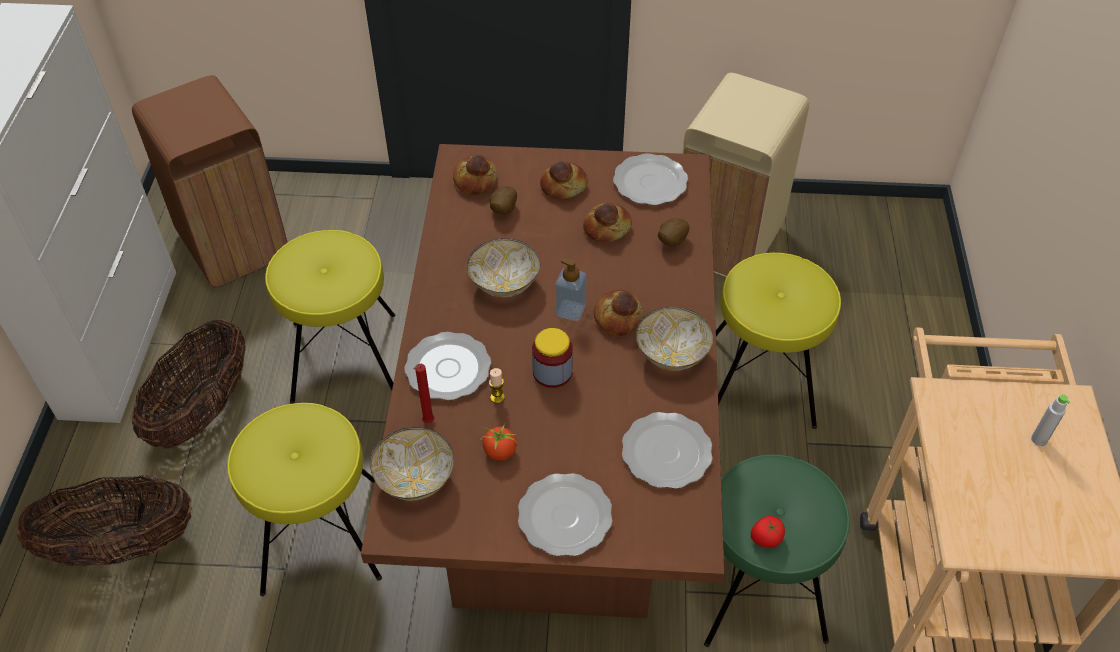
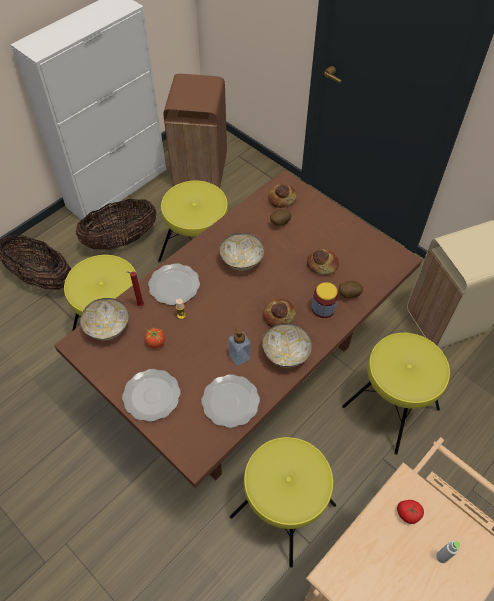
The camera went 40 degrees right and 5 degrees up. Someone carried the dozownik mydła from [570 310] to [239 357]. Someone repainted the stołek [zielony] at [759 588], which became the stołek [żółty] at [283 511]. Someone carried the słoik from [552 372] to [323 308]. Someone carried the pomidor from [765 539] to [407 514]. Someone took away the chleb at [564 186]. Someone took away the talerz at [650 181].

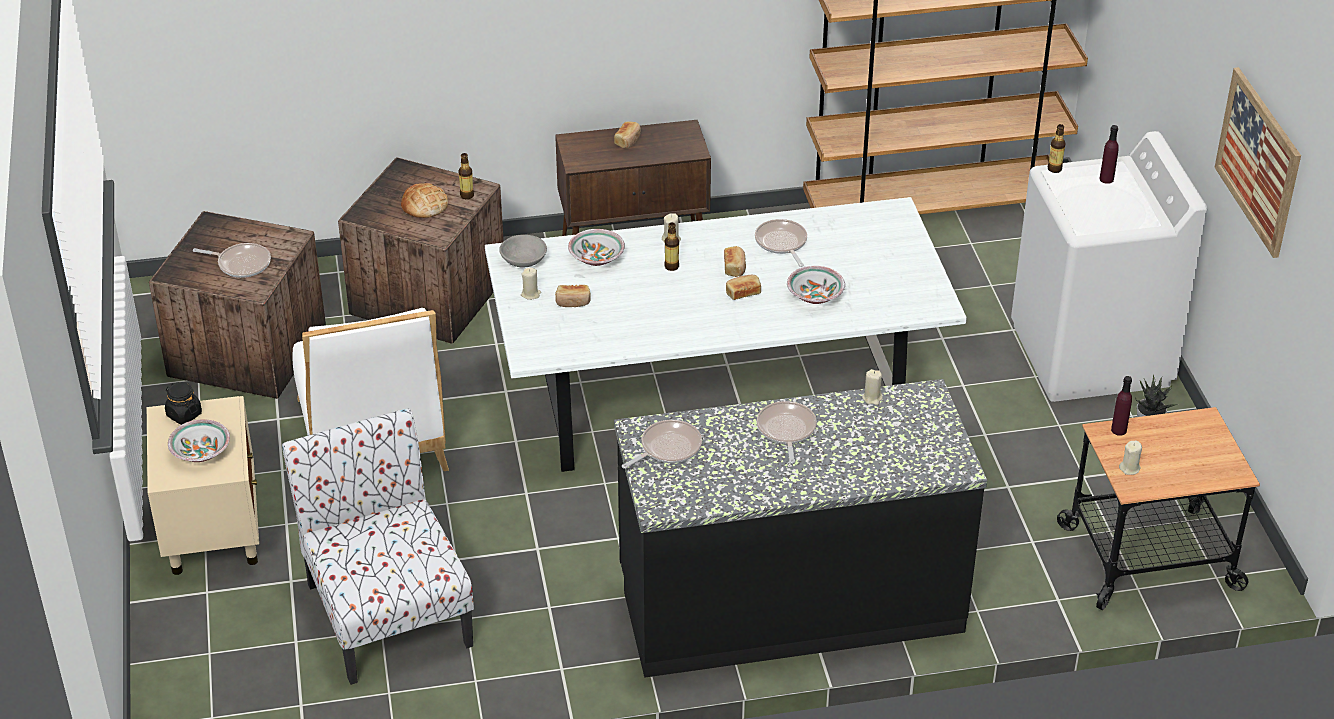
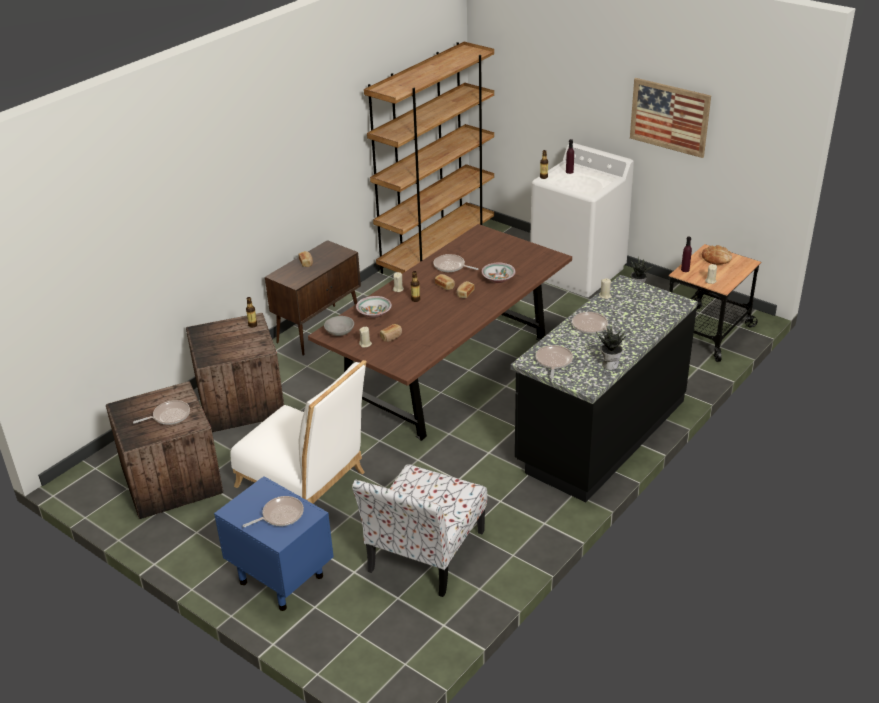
The camera went 40 degrees left and 5 degrees down. Someone repainted the szafka nocna [beżowy] at [213 537], which became the szafka nocna [niebieski] at [280 578]. Someone swapped the miska at [200 452] for the patelnia at [280 515]. Someone repainted the stół jadalny [biały] at [718 397], which became the stół jadalny [brązowy] at [449 369]. Someone rotated the krzesło at [387 611] by 90 degrees counterclockwise. Someone put down the roślina doniczkowa at [610 364]. Someone carried the chleb from [424 205] to [716 258]. Someone took away the słoik [czarny] at [184 414].

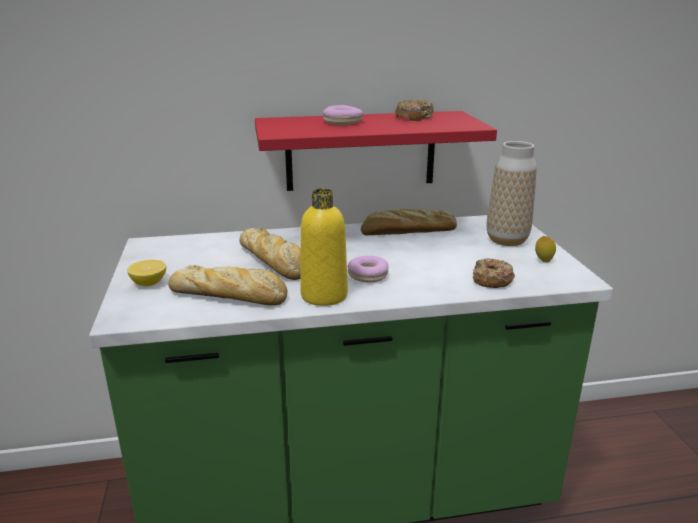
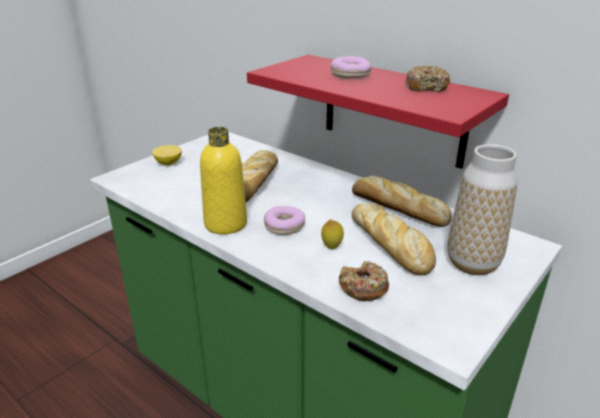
The camera went 50 degrees right and 5 degrees up. Someone carried the cytryna from [543 261] to [331 247]. Someone carried the chleb from [230 295] to [391 245].

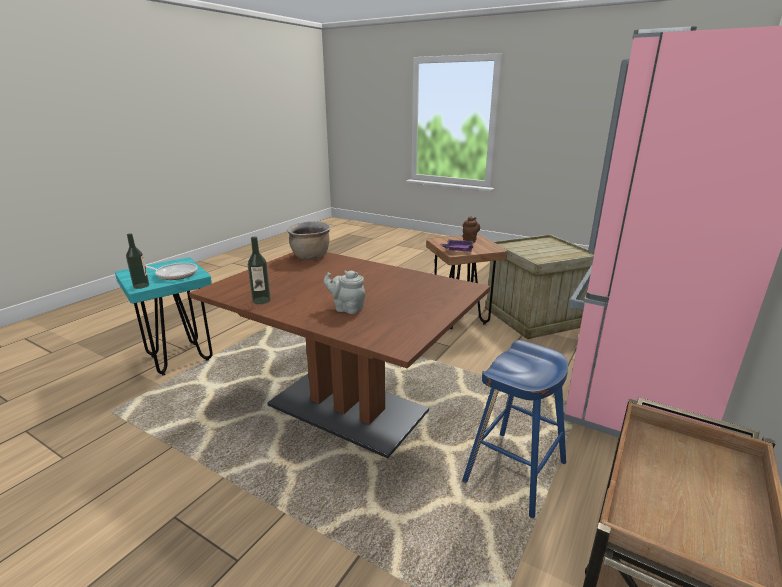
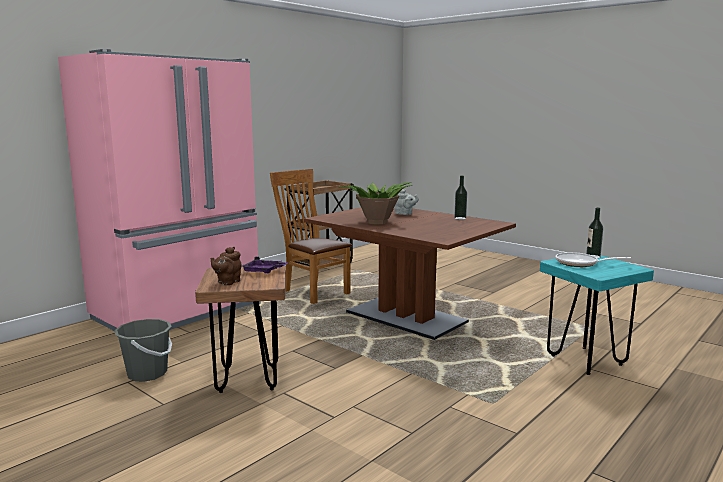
The camera went 170 degrees left and 10 degrees down. Someone swapped the skrzynka at [536 317] for the wiadro [szary] at [147 373]. Someone swapped the stołek [niebieski] at [515 471] for the krzesło [brązowy] at [313 292]. Someone put down the roślina doniczkowa at [376 222]. Someone took away the garnek [brązowy] at [311 257].

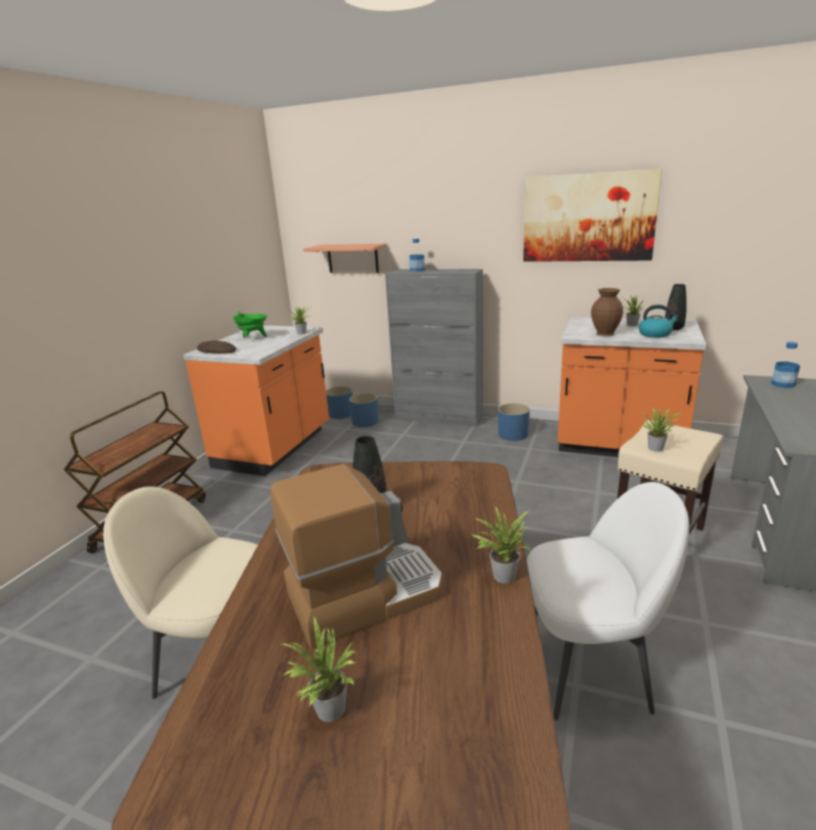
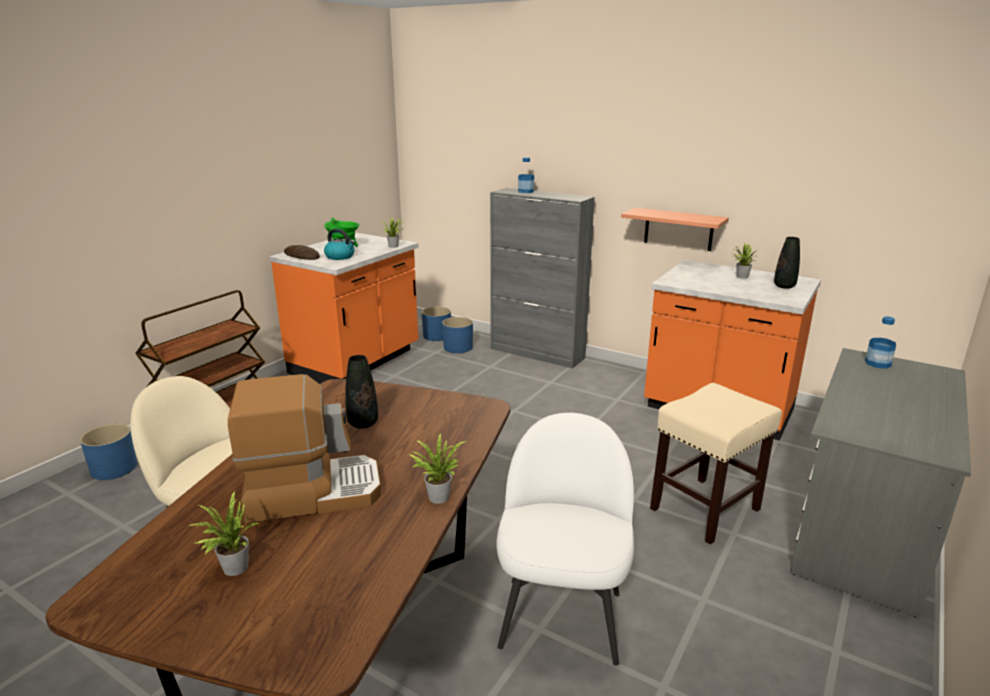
The camera went 10 degrees right and 0 degrees up. Someone carried the donica [niebieski] from [513 434] to [114 468]. Someone carried the czajnik from [655 334] to [340 257]. Someone rotated the krzesło [biały] at [589 667] by 90 degrees counterclockwise. Someone carried the półka from [352 258] to [678 229]. Someone took away the obraz at [588 218]. Someone took away the wazon [brązowy] at [605 333]. Someone took away the roślina doniczkowa at [657 448].

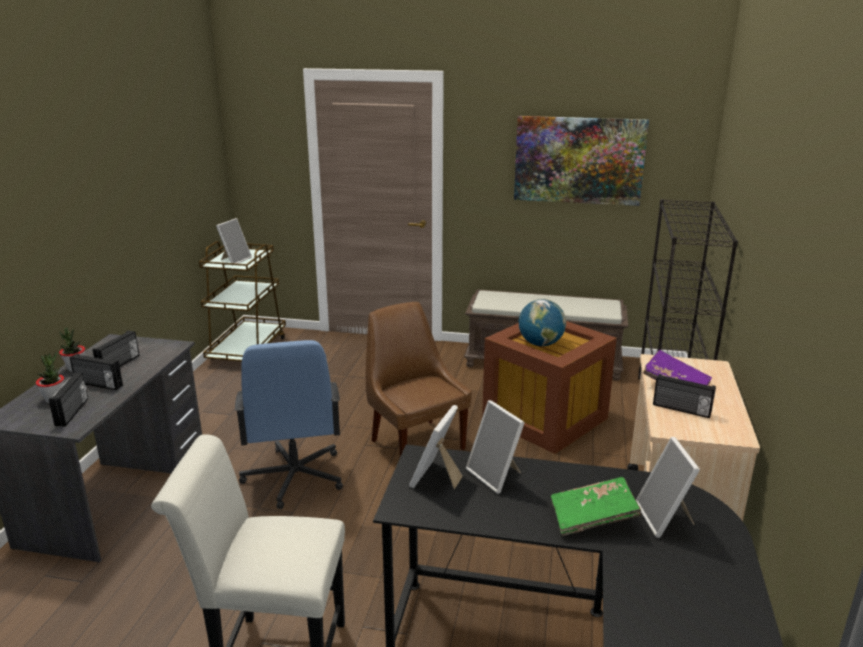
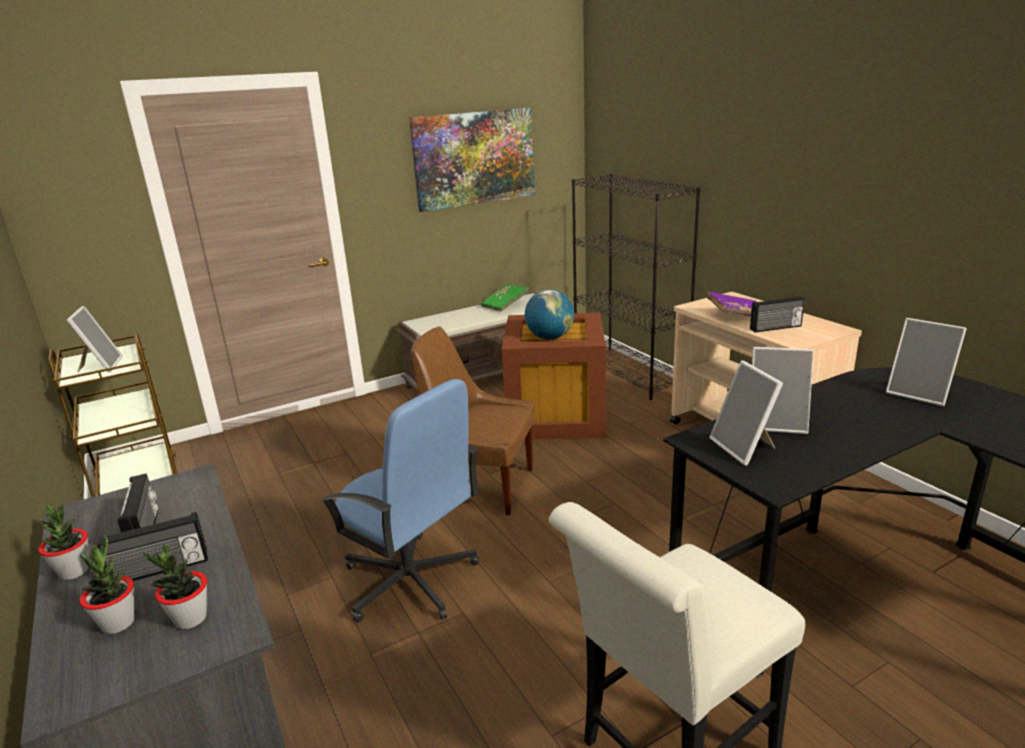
The camera went 40 degrees left and 0 degrees up. Someone swapped the radio at [73 412] for the roślina doniczkowa at [190 619]. Someone carried the książka [zielony] from [592 517] to [505 305].

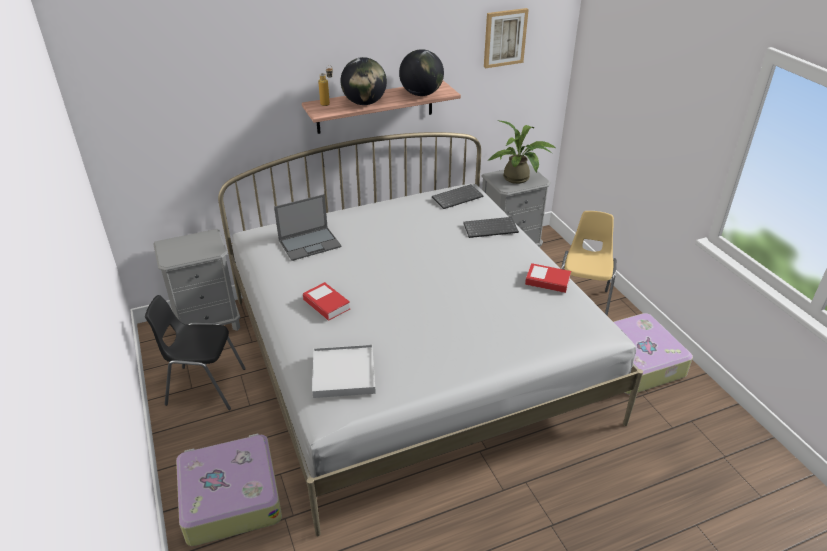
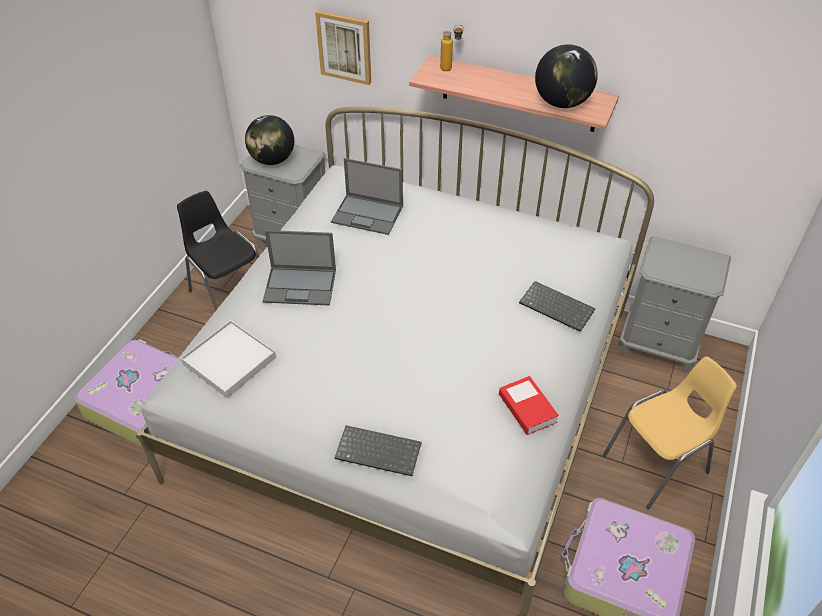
The camera went 45 degrees right and 10 degrees up. Someone carried the globus from [364 103] to [272 160]. Someone swapped the książka at [326 304] for the laptop at [301 286]. Someone carried the obraz from [504 37] to [345 47]. Someone carried the klawiatura from [457 197] to [379 451]. Someone took away the roślina doniczkowa at [519 179].

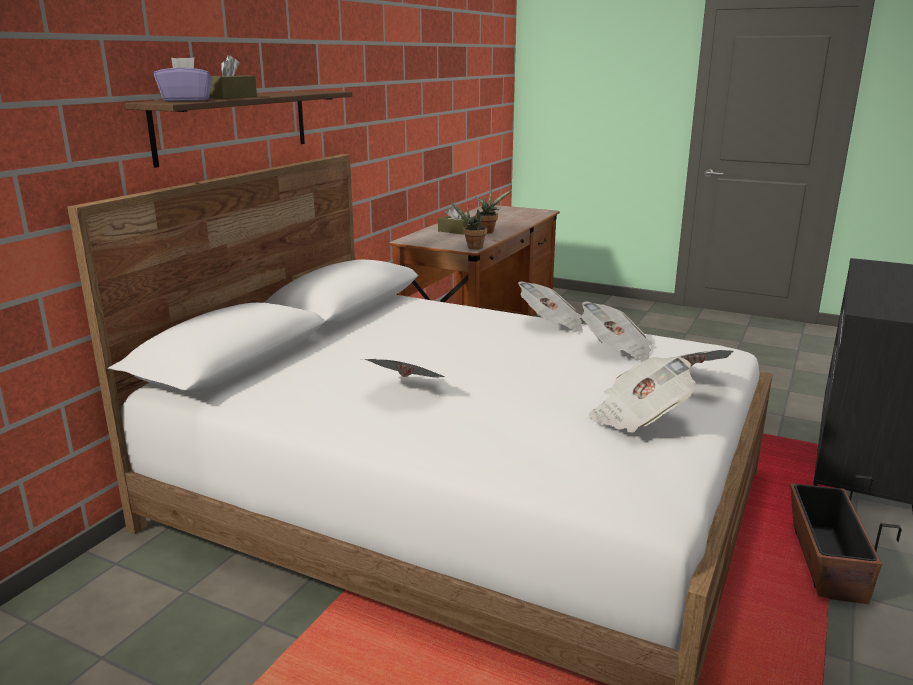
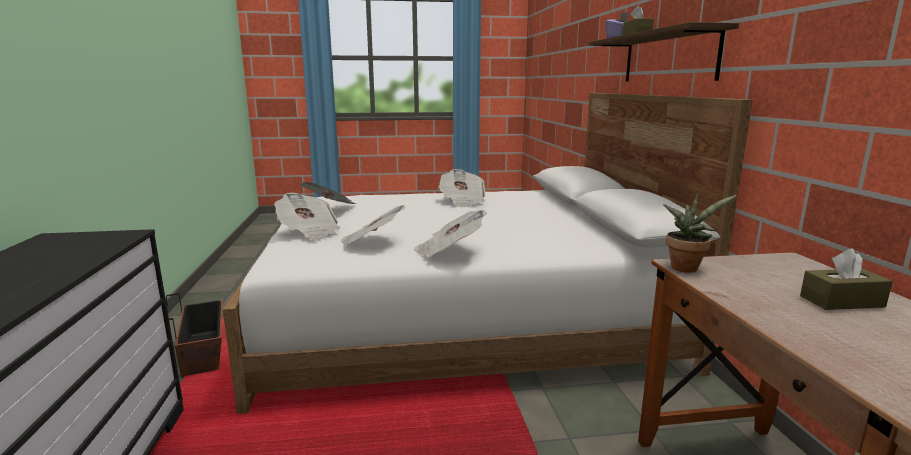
The camera went 145 degrees right and 5 degrees down. Someone took away the roślina doniczkowa at [488 231].

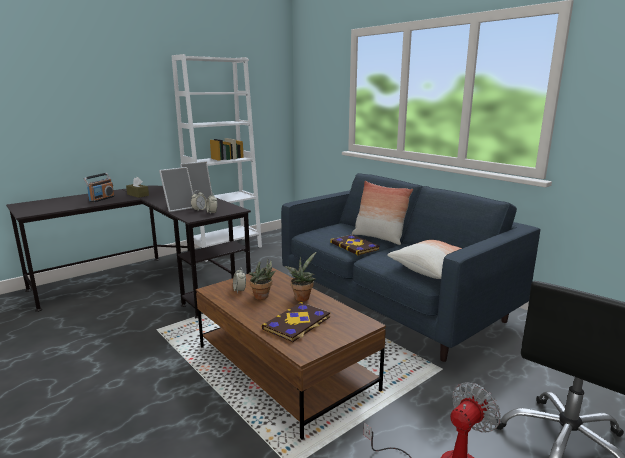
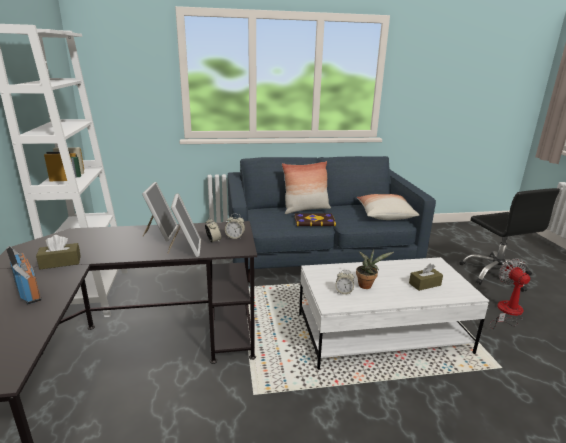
The camera went 60 degrees left and 5 degrees up. Someone repainted the ława [brązowy] at [284 367], which became the ława [biały] at [381 333]. Someone swapped the książka at [297 323] for the pudełko chusteczek [brązowy] at [424 284]. Someone took away the roślina doniczkowa at [302 297].

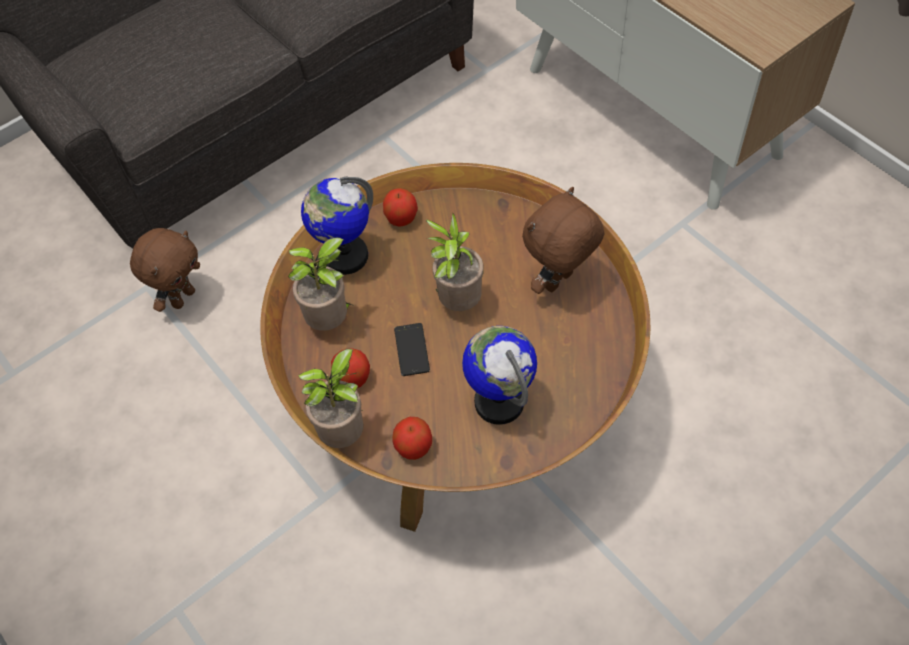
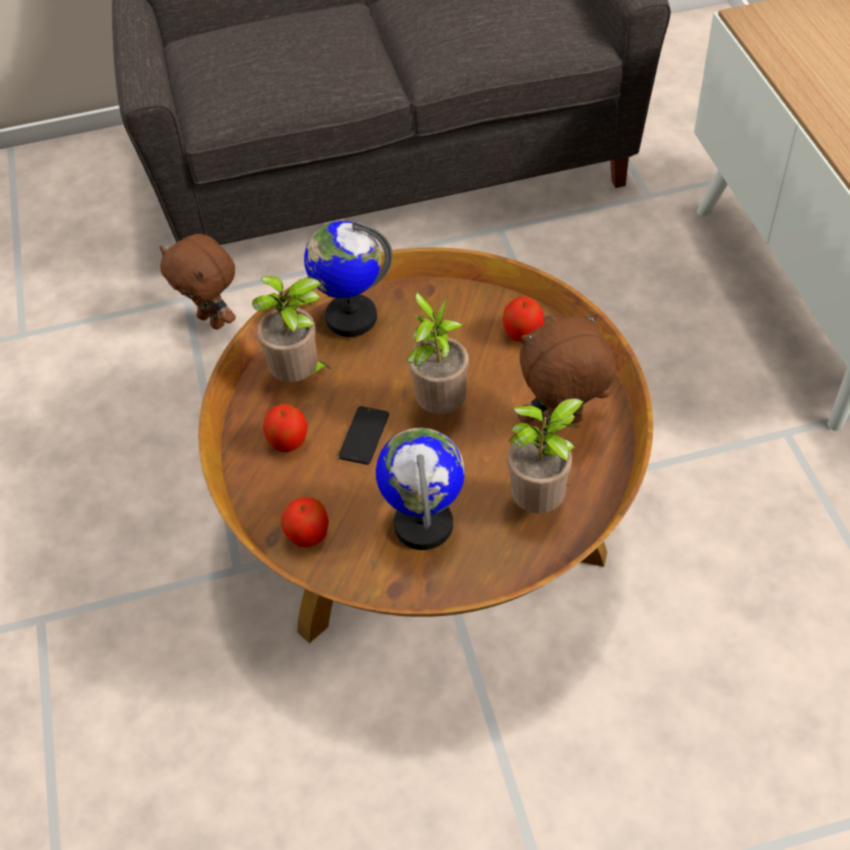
The camera went 25 degrees right and 5 degrees down. Someone rotated the pluszak [brązowy] at [183 297] by 75 degrees clockwise. Someone carried the jabłko from [401 218] to [523 334]. Someone carried the roślina doniczkowa from [345 434] to [541 503].

